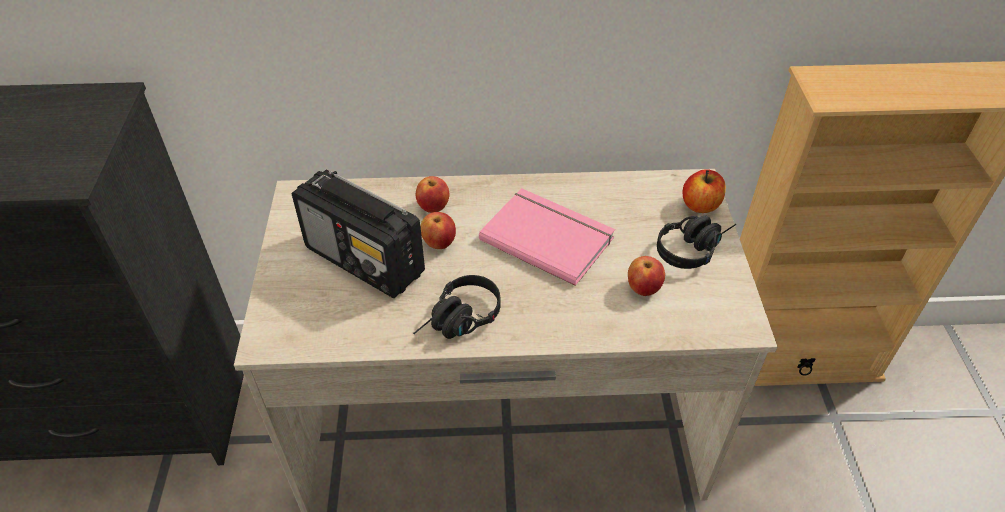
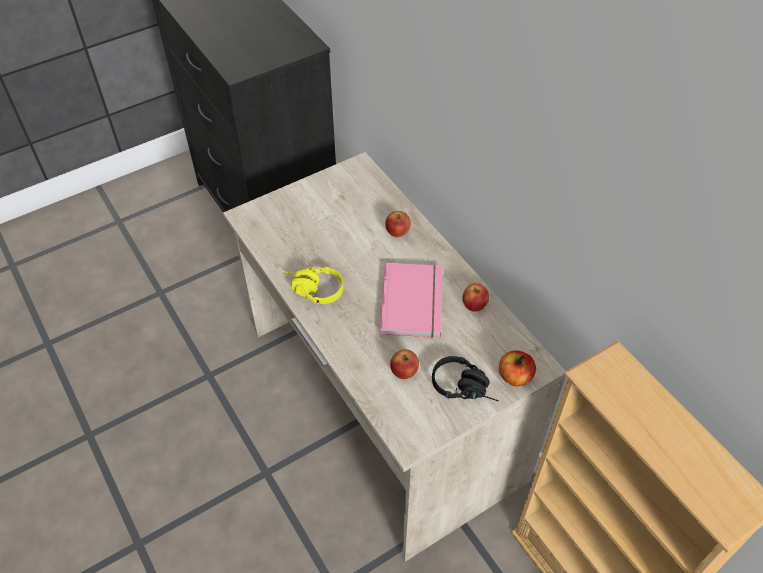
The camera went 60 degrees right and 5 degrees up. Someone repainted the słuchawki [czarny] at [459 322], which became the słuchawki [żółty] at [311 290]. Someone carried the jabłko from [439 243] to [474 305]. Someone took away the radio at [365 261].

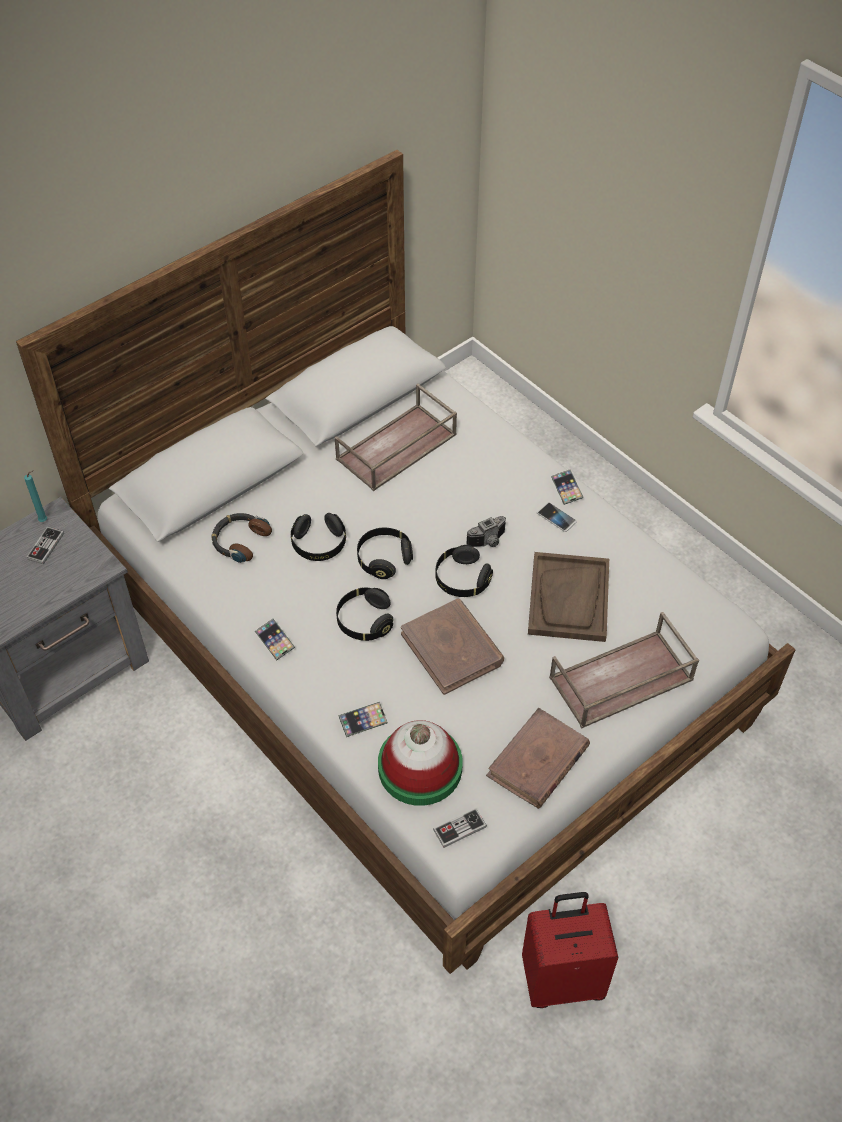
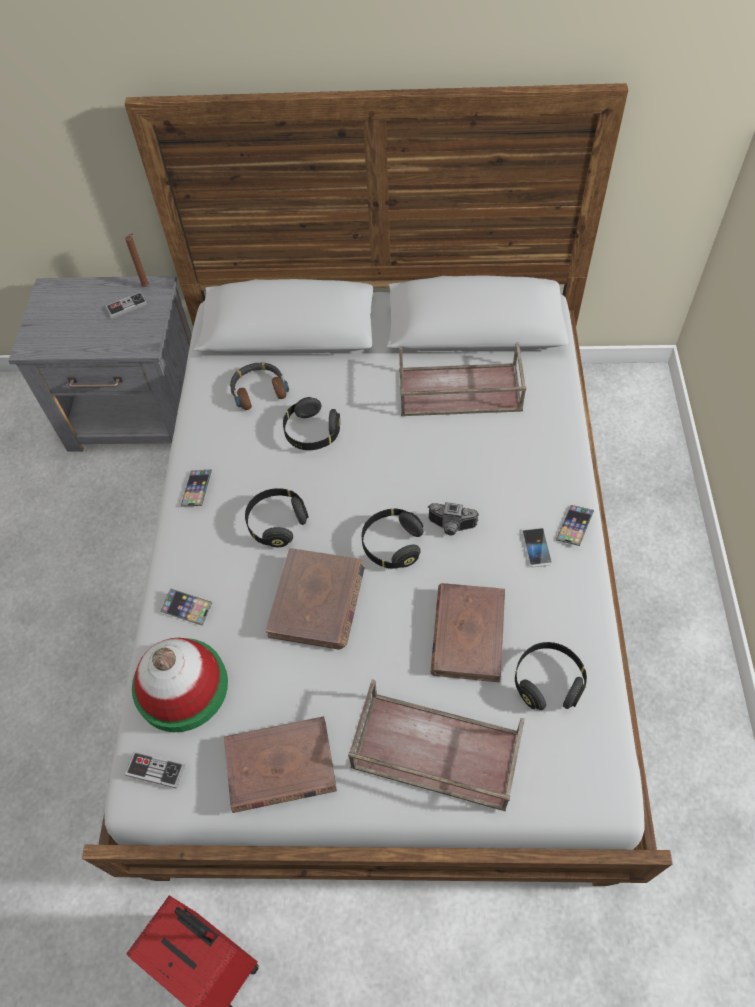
The camera went 45 degrees right and 5 degrees up. Someone repainted the świeca [turkusowy] at [45 520], which became the świeca [brązowy] at [147 287]. Someone swapped the taca [brązowy] at [569 599] for the książka [brązowy] at [468 633]. Someone carried the słuchawki [czarny] from [384 559] to [547 681].

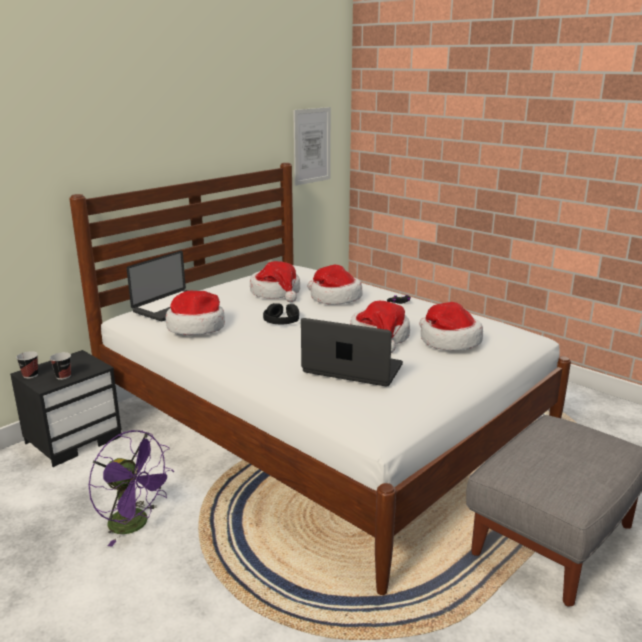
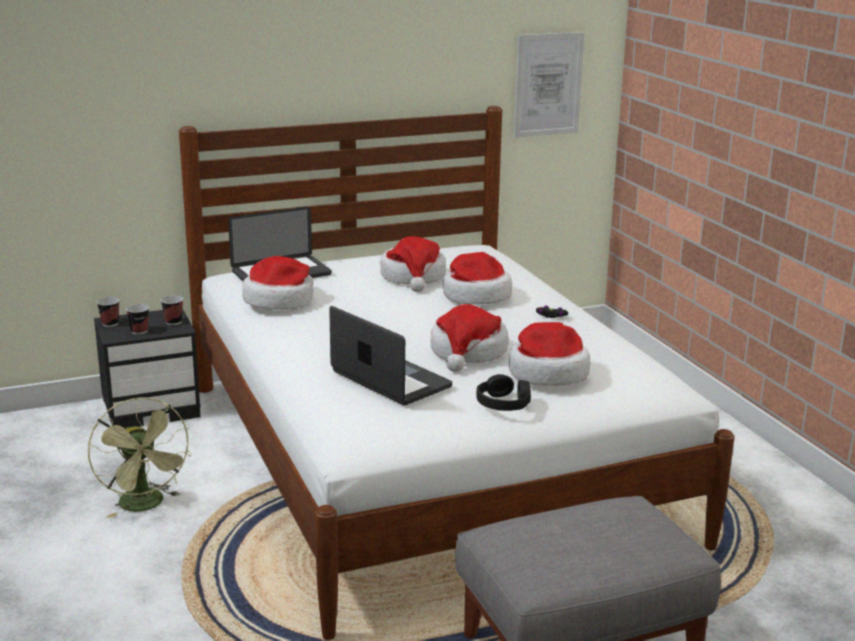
The camera went 25 degrees right and 0 degrees up. Someone repainted the wentylator [fioletowy] at [135 524], which became the wentylator [zielony] at [146 505]. Someone put down the filiżanka at [173 322]. Someone carried the słuchawki [czarny] from [281 321] to [504 403].

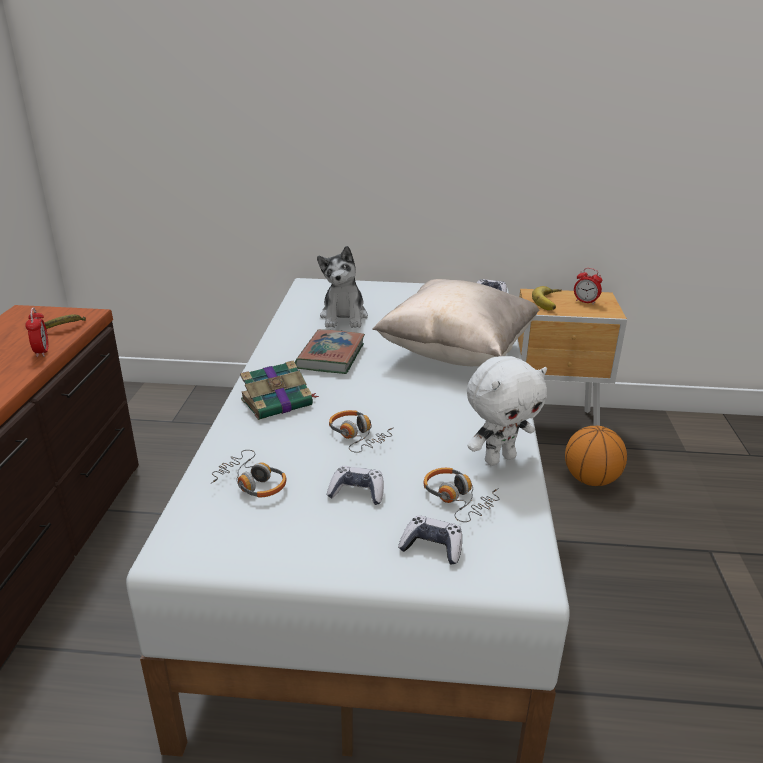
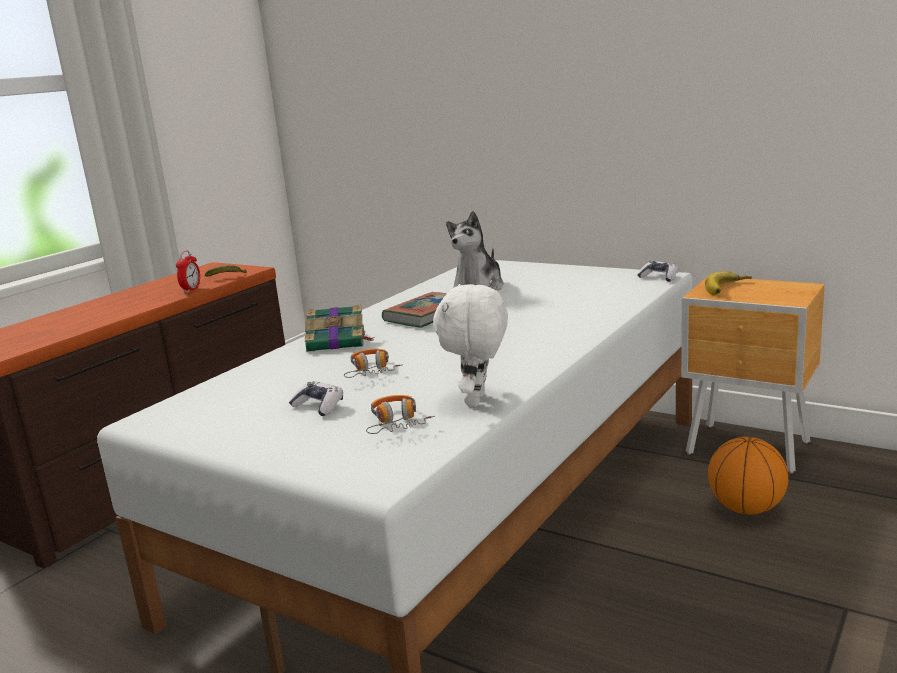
The camera went 30 degrees right and 10 degrees down. Someone rotated the pluszak [biały] at [499 458] by 105 degrees clockwise. Someone took away the słuchawki at [252 483]. Someone took away the poduszka [beżowy] at [457 352]. Someone took away the pad do gier at [432 547]. Someone took away the budzik at [585 302].

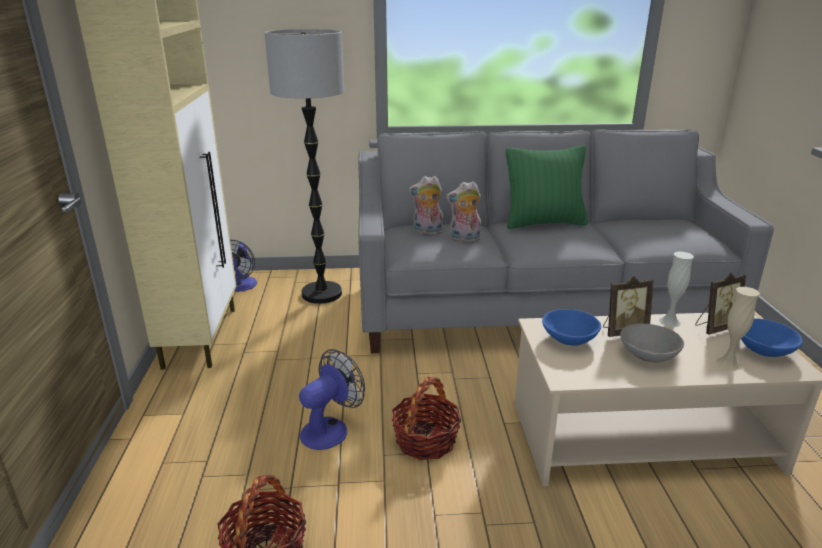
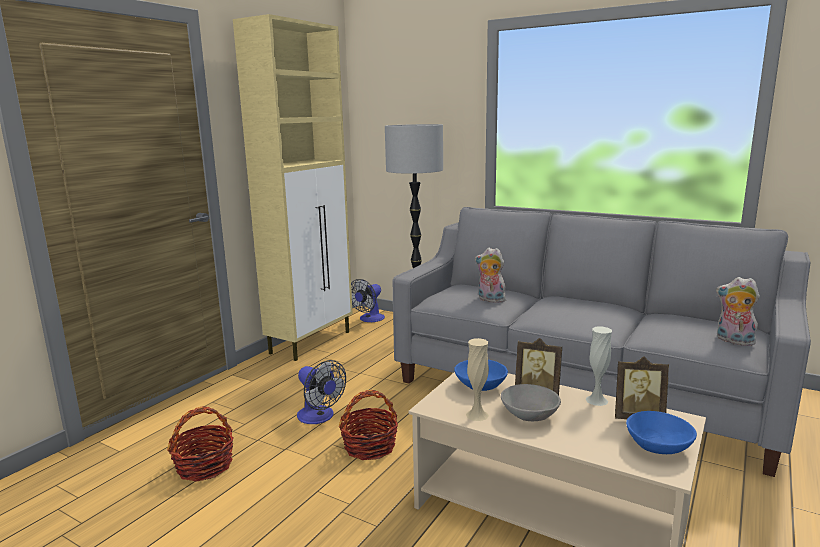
The camera went 35 degrees right and 10 degrees down. Someone rotated the wentylator at [330 428] by 60 degrees clockwise. Someone carried the wazon [beżowy] from [728 364] to [477 415]. Someone carried the pluszak from [427 232] to [733 341]. Someone took away the poduszka [zielony] at [543 223].

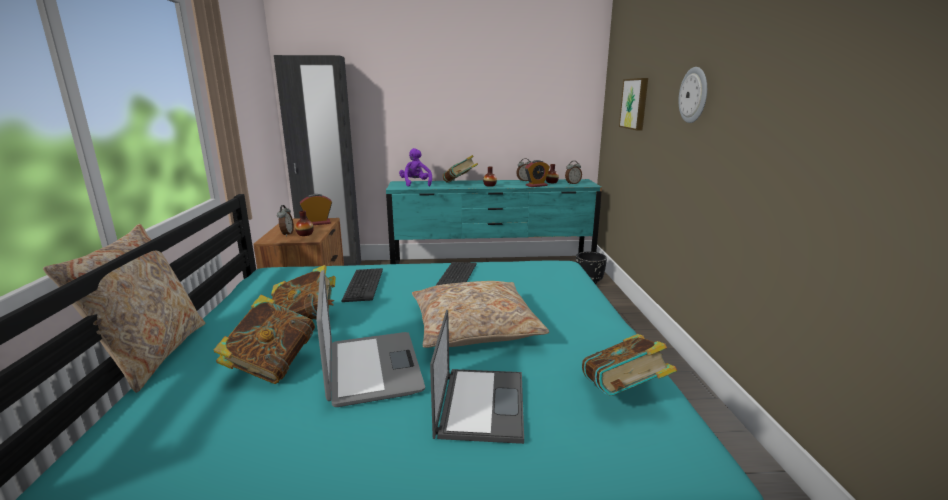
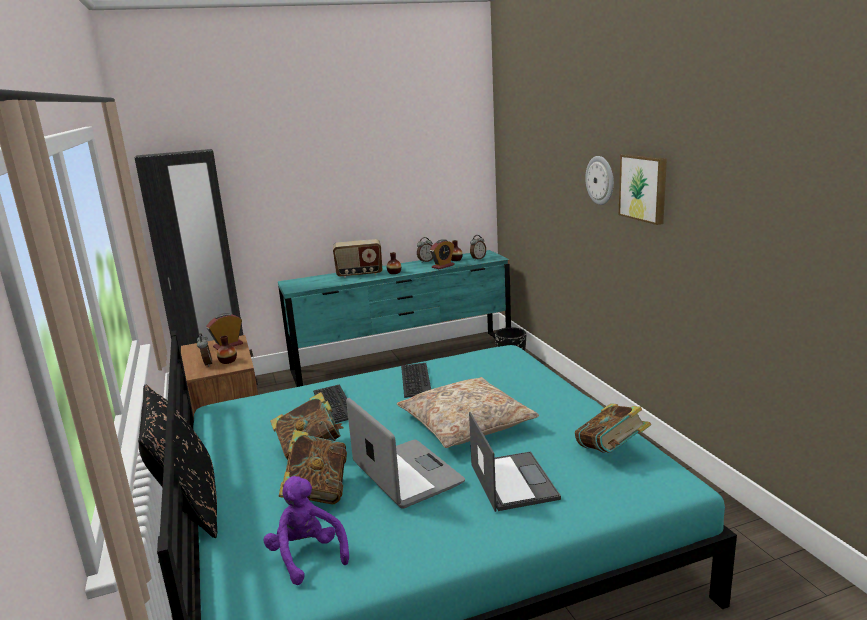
The camera went 15 degrees left and 0 degrees up. Someone repainted the poduszka [beżowy] at [152 354], which became the poduszka [czarny] at [189 507]. Someone carried the pluszak [fioletowy] from [416 184] to [307 555]. Someone swapped the książka at [460 183] for the radio at [359 274]. Someone carried the obraz from [635 104] to [644 188].

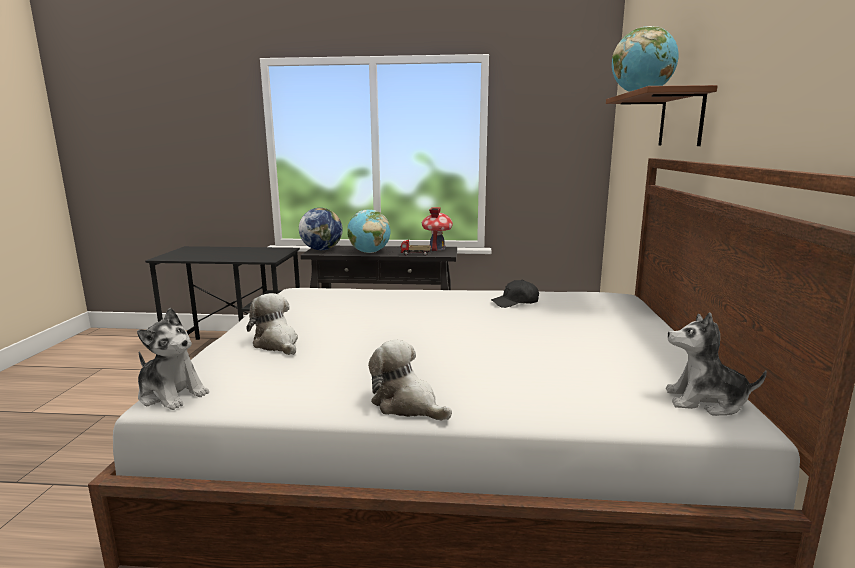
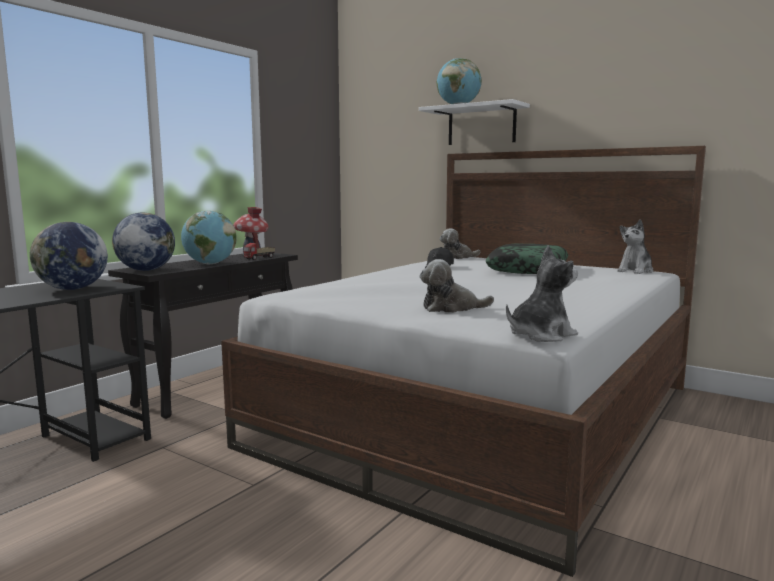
The camera went 60 degrees left and 5 degrees down. Someone put down the globus at [72 289]. Someone repainted the półka [brązowy] at [681 119], which became the półka [biały] at [481 125]. Someone carried the pluszak from [407 405] to [457 257]. Someone put down the poduszka at [527 269].

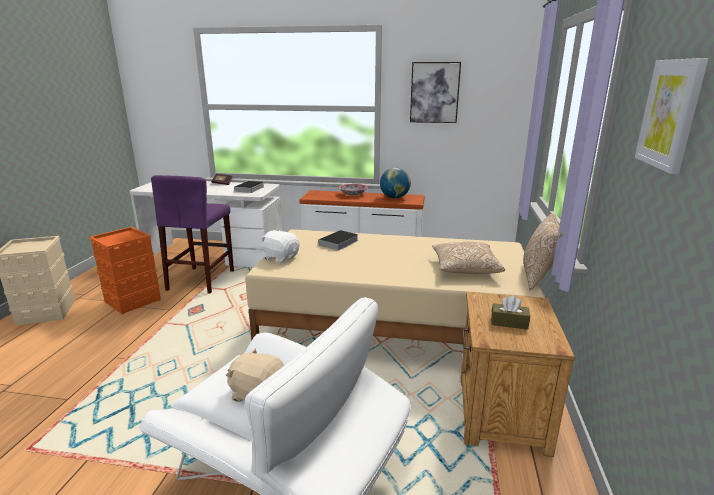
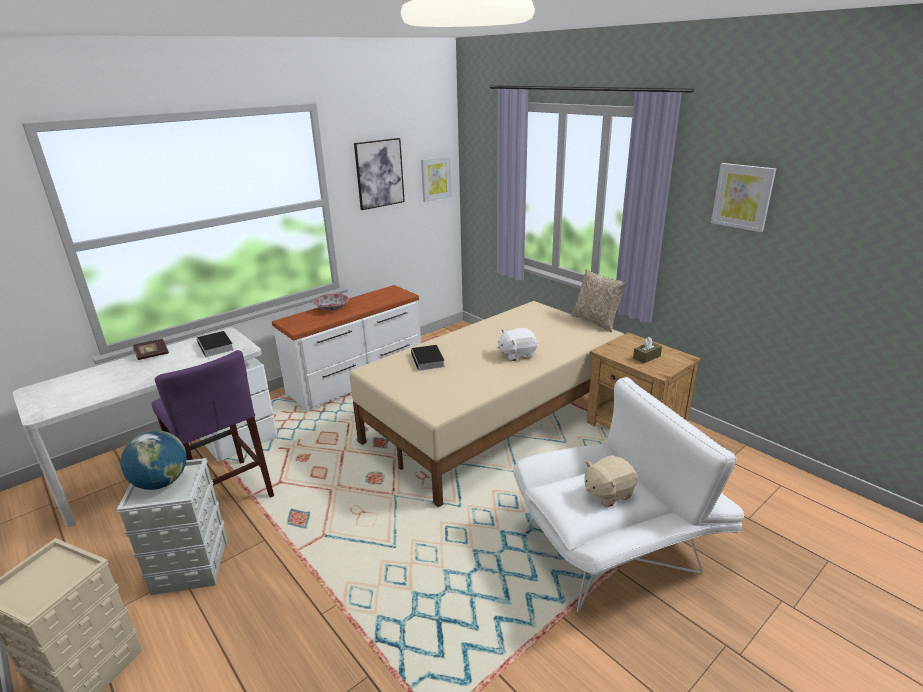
The camera went 50 degrees left and 5 degrees up. Someone repainted the pojemnik do przechowywania [pomarańczowy] at [133 300], which became the pojemnik do przechowywania [szary] at [190 565]. Someone carried the globus from [394 197] to [161 482]. Someone put up the obraz at [436 178]. Someone carried the pluszak [biały] from [280 257] to [517 354]. Someone took away the poduszka at [465 269].

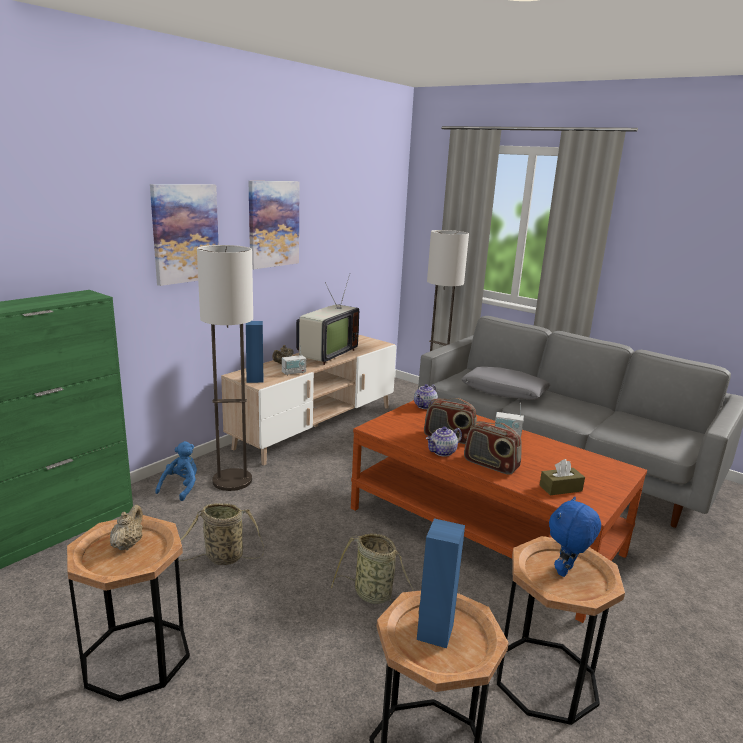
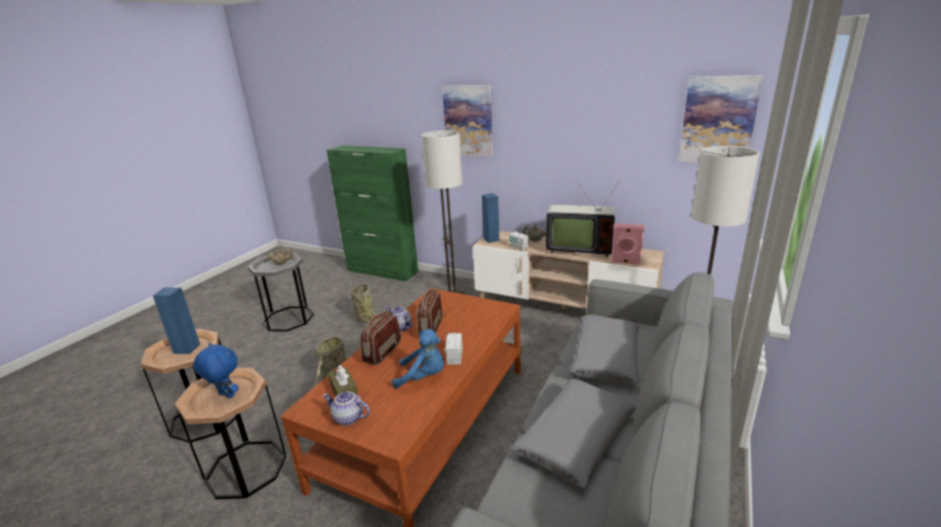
The camera went 80 degrees right and 5 degrees up. Someone repainted the stolik [brązowy] at [136 657], which became the stolik [szary] at [288 318]. Someone carried the imbryk from [425 406] to [348 418]. Someone carried the pluszak [niebieski] from [181 487] to [423 377]. Someone put down the poduszka [szary] at [575 438]. Someone put down the głośnik [różowy] at [625 262]. Someone carried the obraz from [273 224] to [718 120].

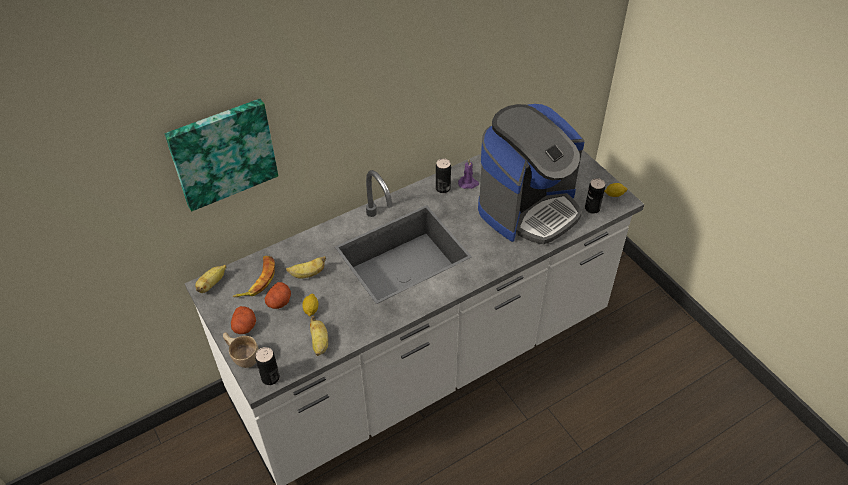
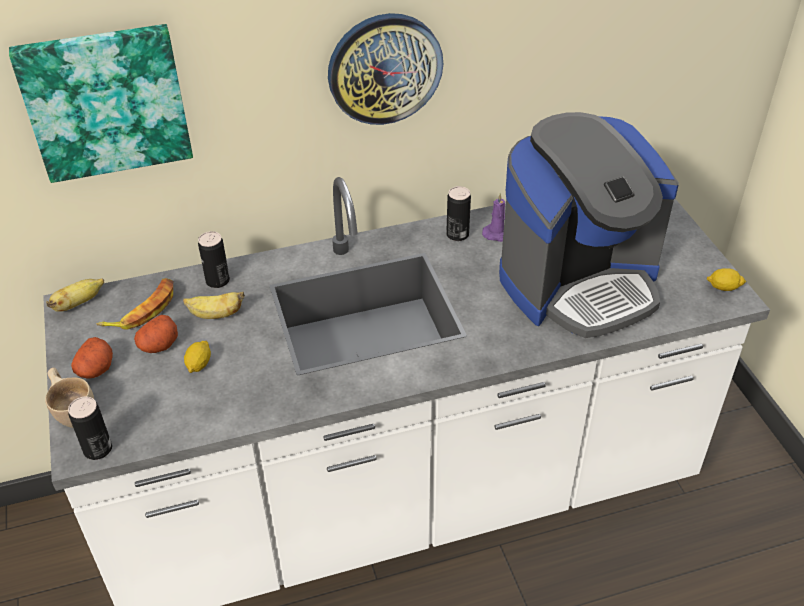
The camera went 15 degrees right and 5 degrees down. Someone carried the puszka from [592 208] to [218 281]. Someone put up the zegar ścienny at [384 68]. Someone took away the banan at [320 343].

